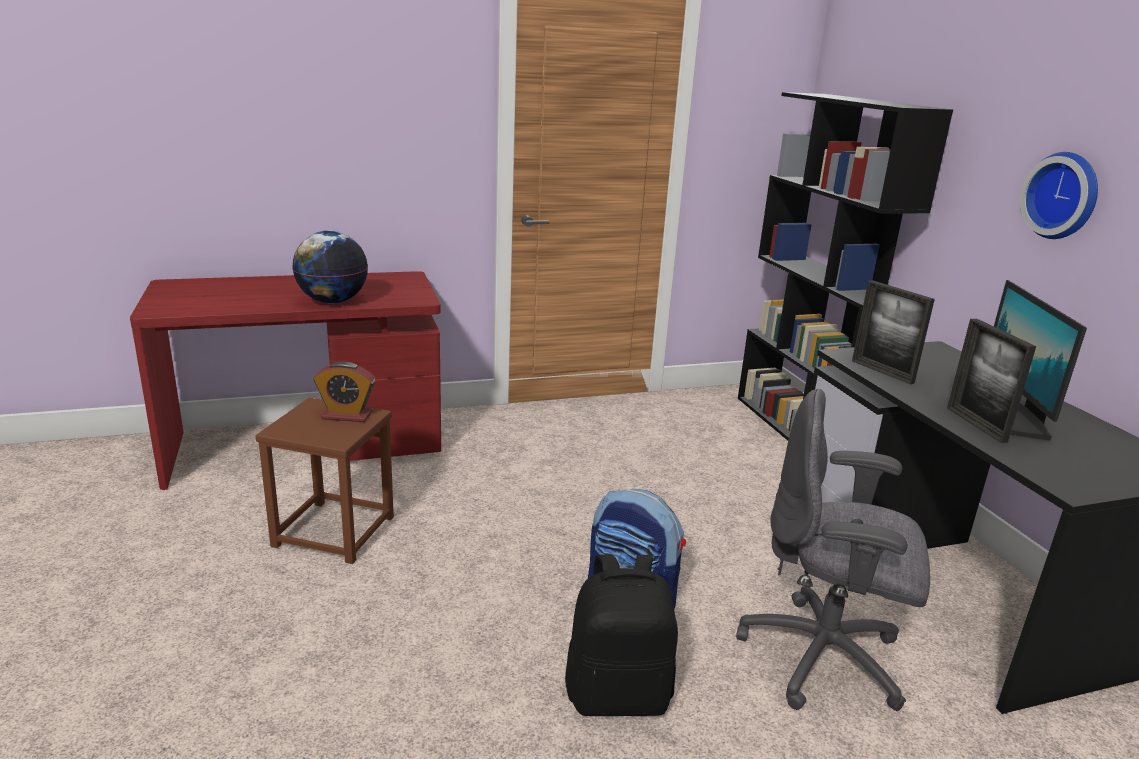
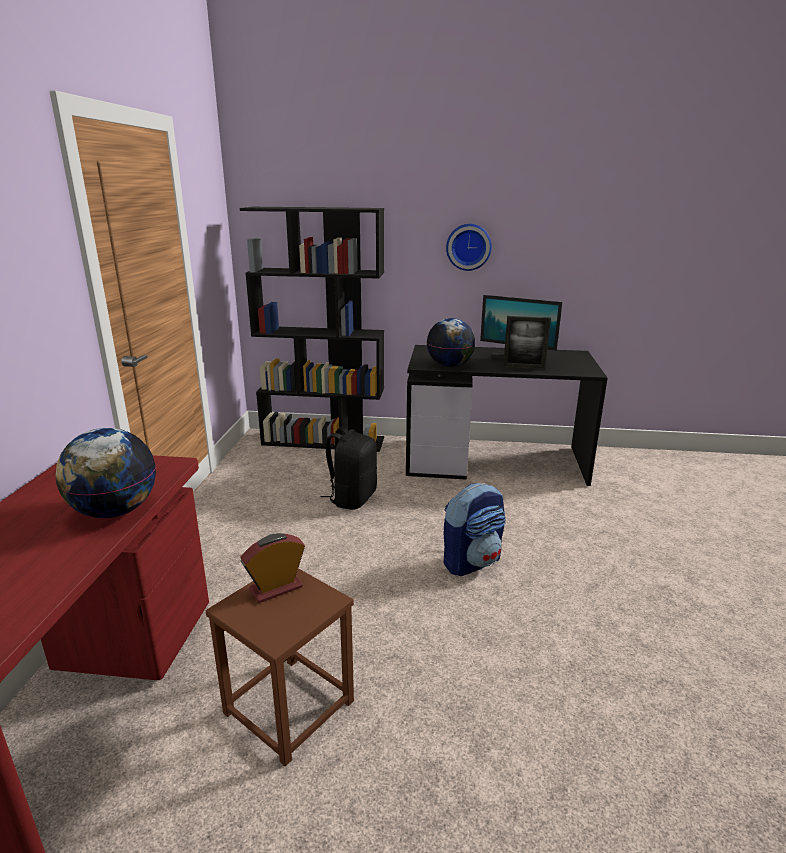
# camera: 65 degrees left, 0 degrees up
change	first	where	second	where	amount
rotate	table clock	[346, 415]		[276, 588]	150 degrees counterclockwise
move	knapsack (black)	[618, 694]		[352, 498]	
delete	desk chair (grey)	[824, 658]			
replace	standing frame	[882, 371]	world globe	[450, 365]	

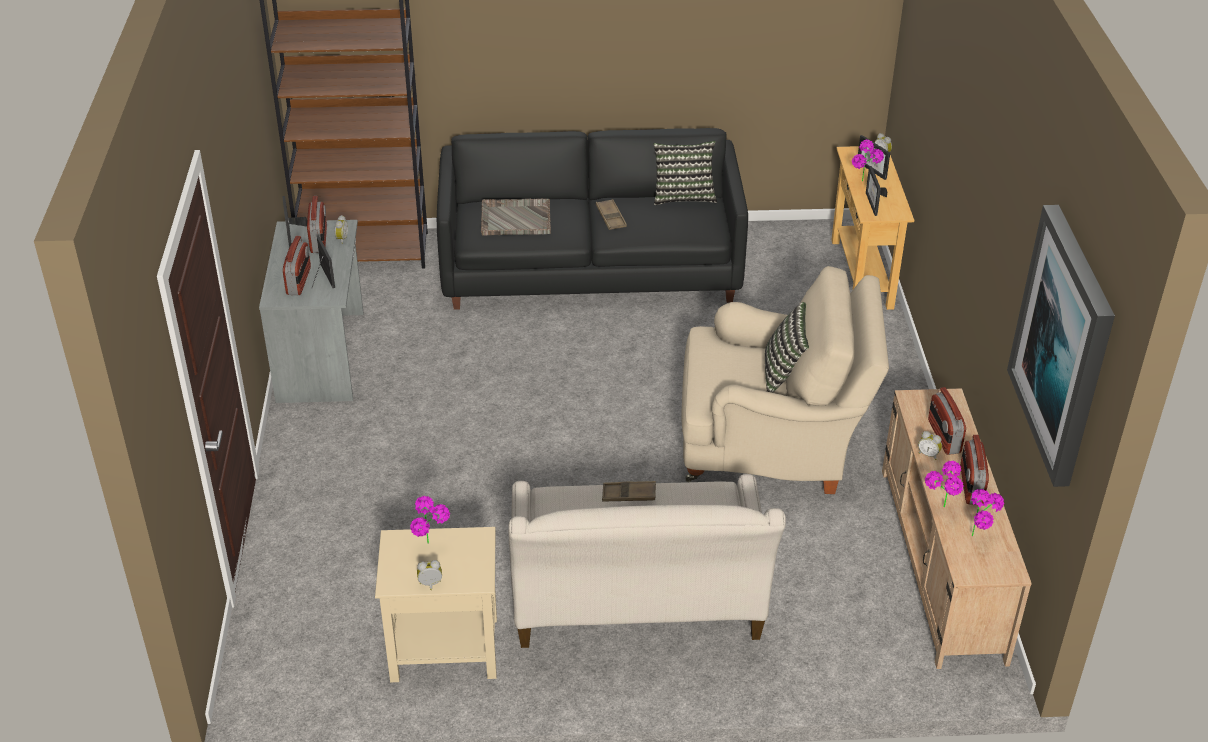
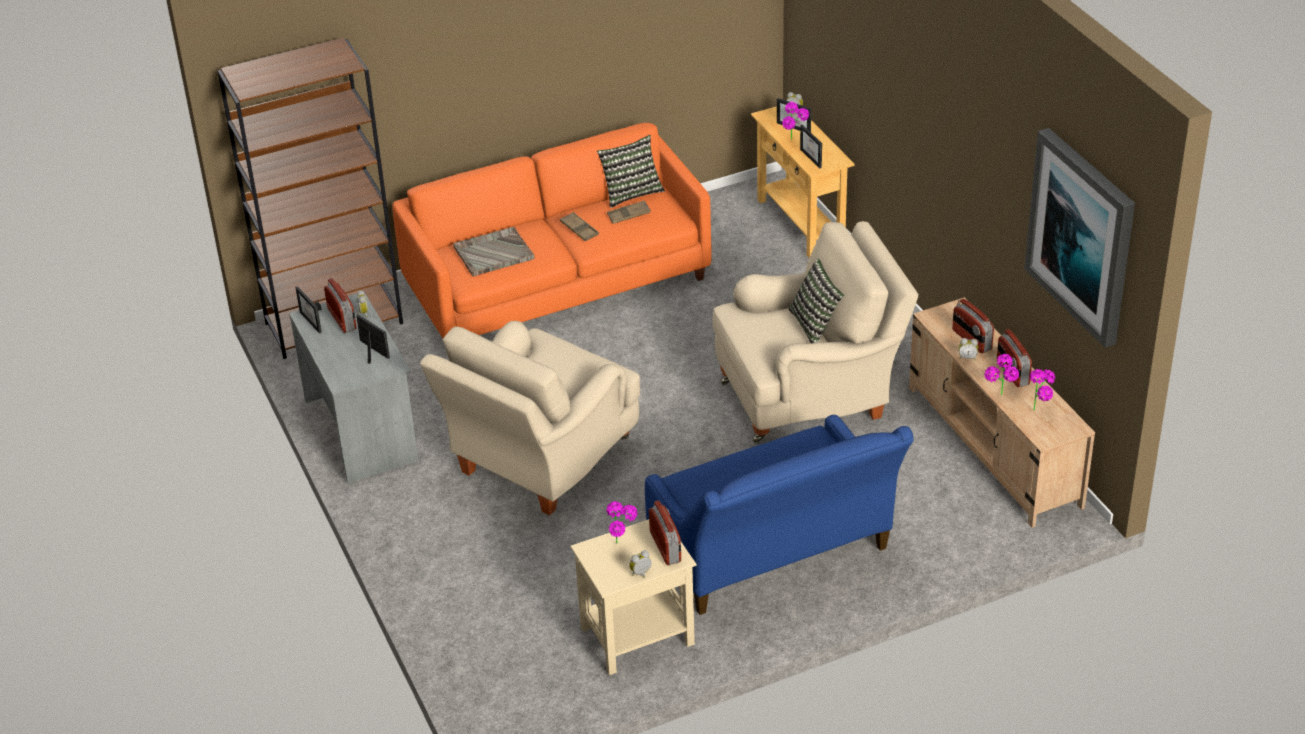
# camera: 20 degrees left, 0 degrees up
change	first	where	second	where	amount
move	radio set	[299, 281]		[666, 547]	
recolor	settee (black)	[591, 267]	settee (orange)	[558, 282]	
recolor	settee (beige)	[637, 608]	settee (blue)	[775, 555]	
move	carrying tray (brown-coloured)	[629, 495]		[629, 215]	
insert			lounge chair (beige)	[540, 462]	

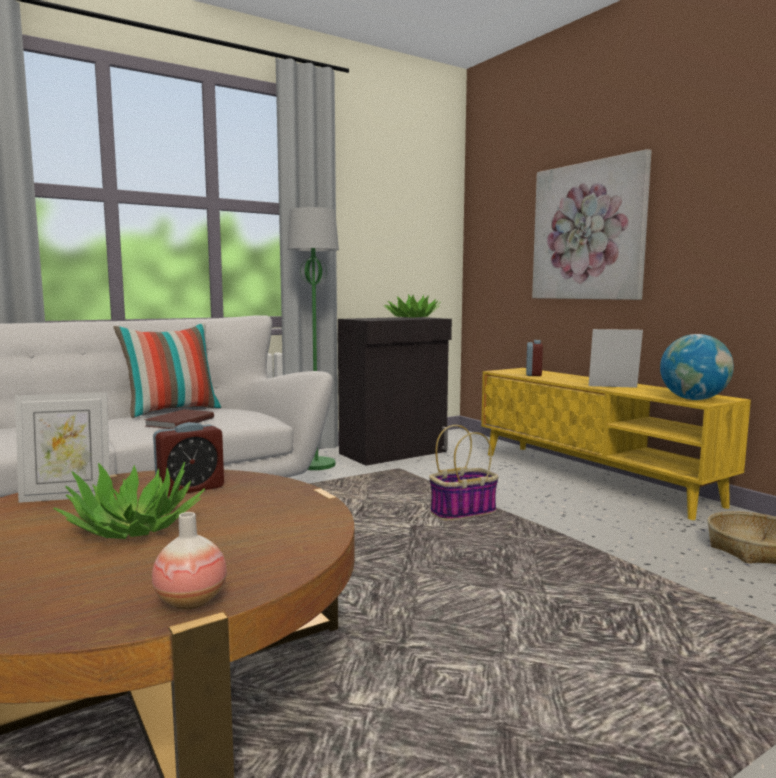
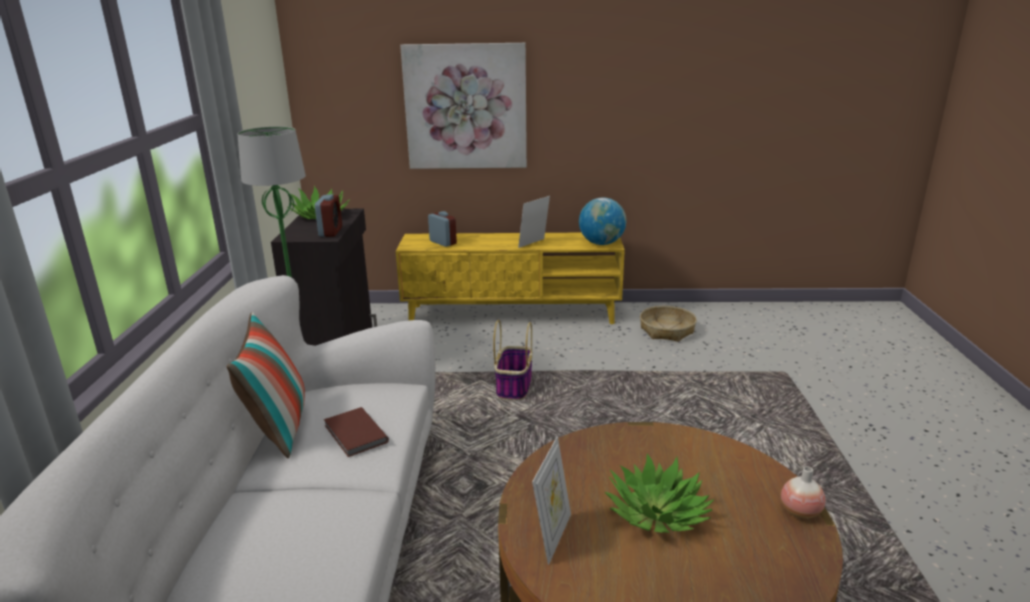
# camera: 55 degrees left, 15 degrees up
change	first	where	second	where	amount
move	table clock	[190, 488]		[330, 232]	

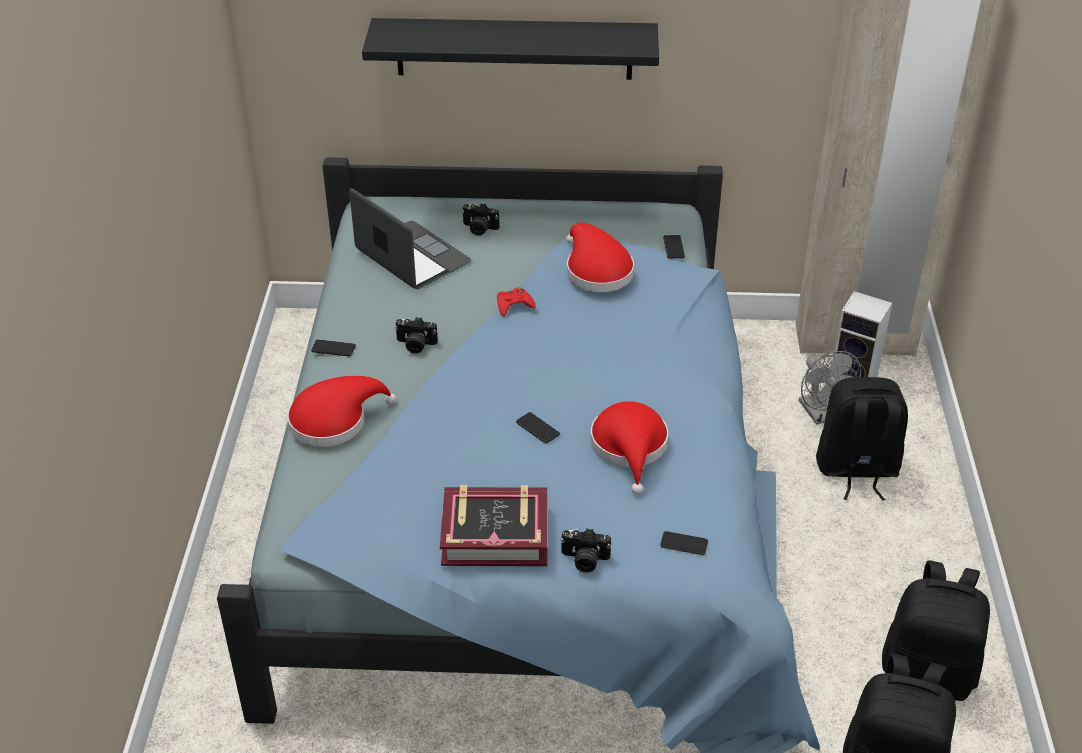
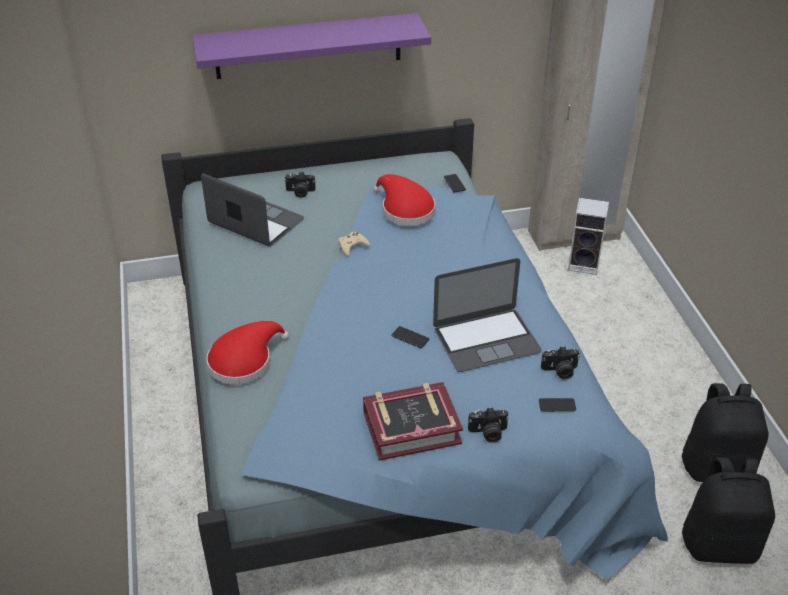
# camera: 15 degrees left, 0 degrees up
change	first	where	second	where	amount
delete	telephone	[333, 348]			
recolor	bracket shelf (black)	[514, 48]	bracket shelf (purple)	[308, 46]	
move	still camera	[415, 345]		[560, 371]	
recolor	game controller (reddish)	[513, 305]	game controller (beige)	[352, 246]	
replace	hat (reddish)	[630, 448]	portable computer	[486, 340]	
delete	electric fan (grey)	[821, 415]			
delete	knapsack (black)	[856, 470]			

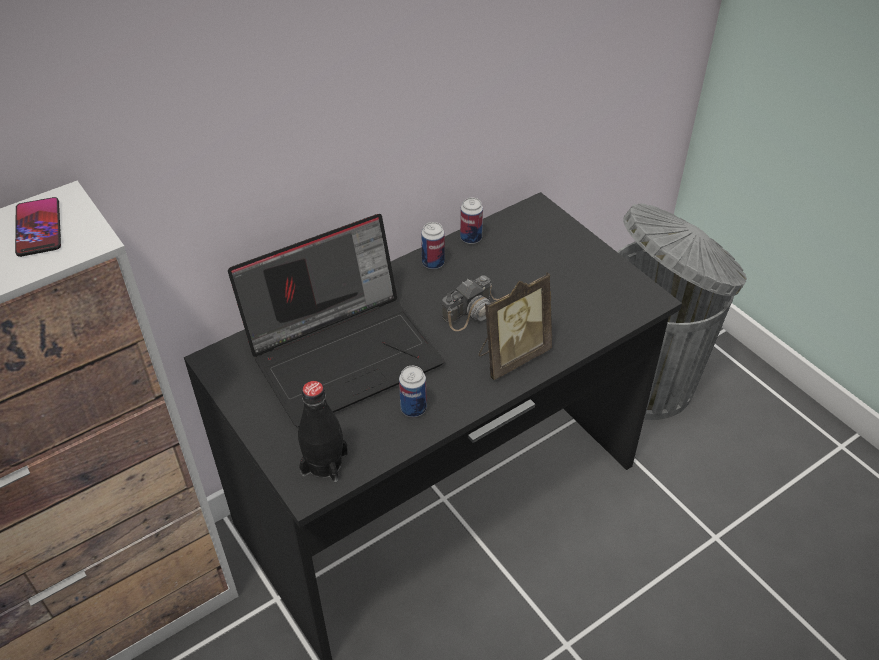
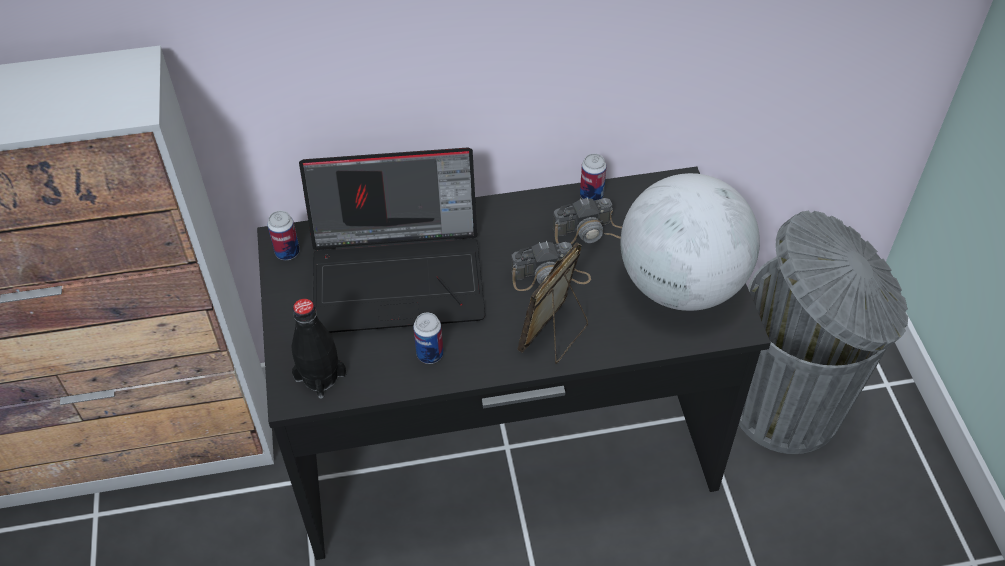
# camera: 25 degrees right, 5 degrees up
change	first	where	second	where	amount
delete	telephone	[38, 228]			
move	can	[433, 263]		[287, 252]	
rotate	standing frame	[511, 356]		[555, 335]	135 degrees clockwise
insert			still camera	[590, 232]	
insert			world globe	[680, 285]	

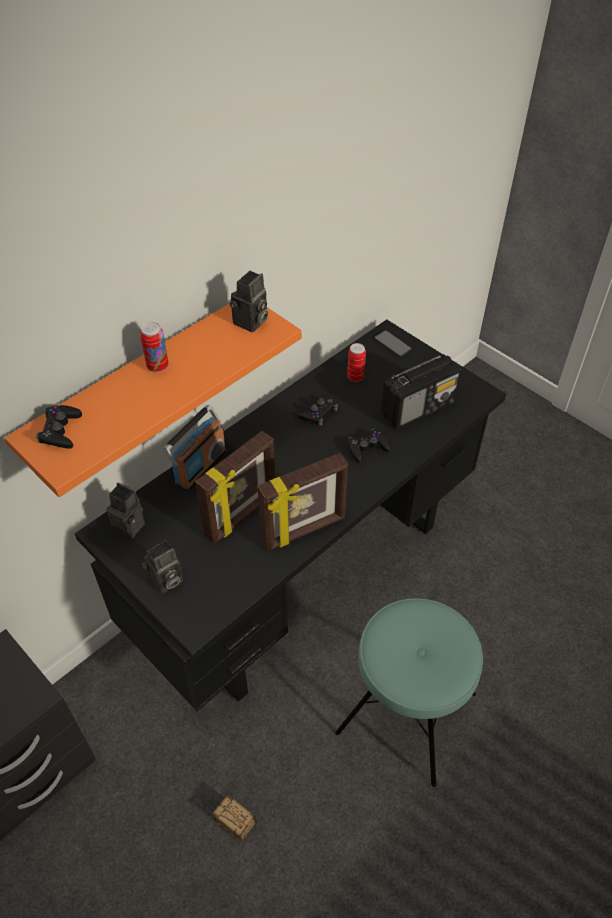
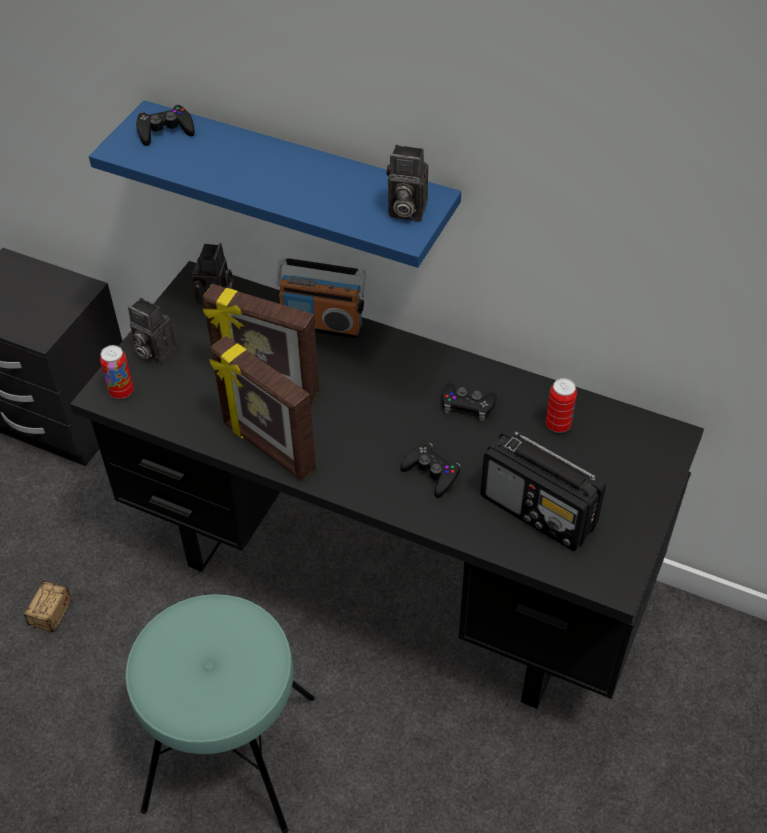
# camera: 70 degrees right, 0 degrees up
change	first	where	second	where	amount
recolor	bracket shelf (orange)	[141, 387]	bracket shelf (blue)	[299, 181]	
move	can	[157, 366]		[121, 391]	
delete	telephone	[392, 344]			

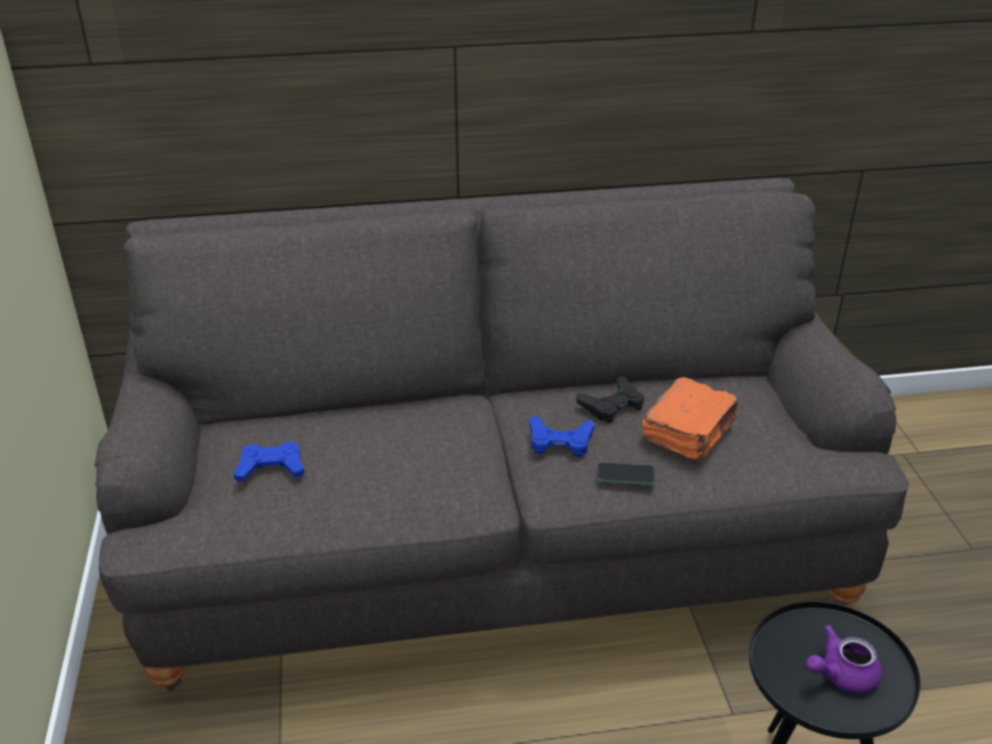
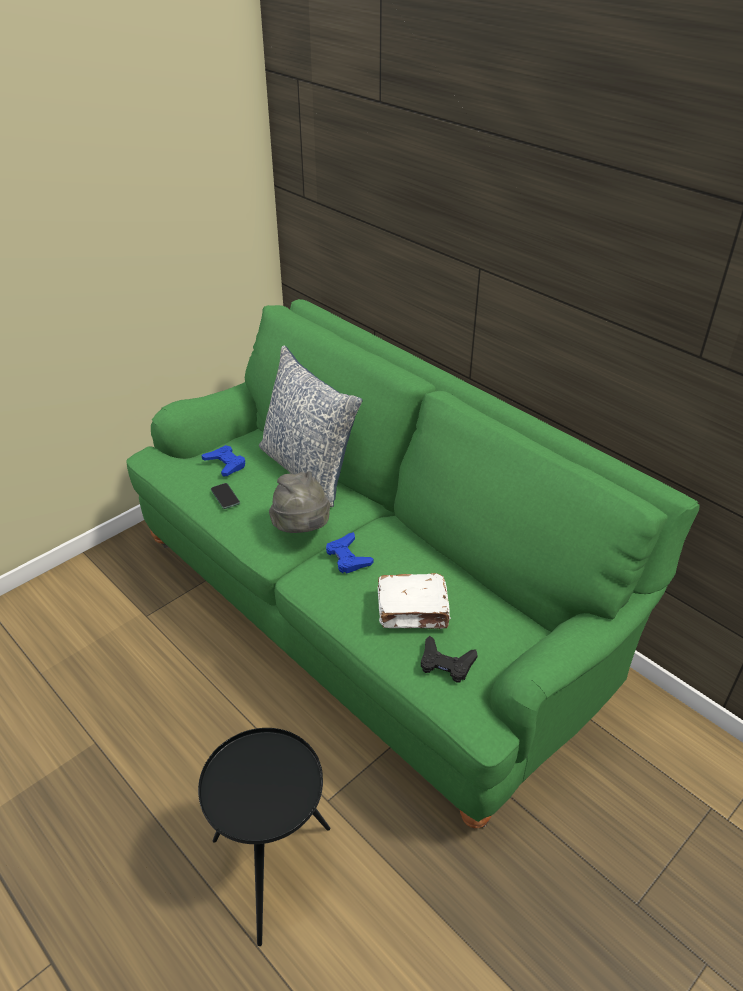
# camera: 55 degrees right, 5 degrees up
change	first	where	second	where	amount
recolor	settee (grey)	[495, 544]	settee (green-coloured)	[372, 612]	
move	game controller (black)	[612, 405]		[446, 663]	
move	telephone	[626, 475]		[225, 496]	
recolor	volume (orange)	[689, 432]	volume (white)	[413, 611]	
delete	pot for tea (purple)	[841, 675]			
insert			pillow	[309, 469]	
insert			hat (grey)	[302, 529]	

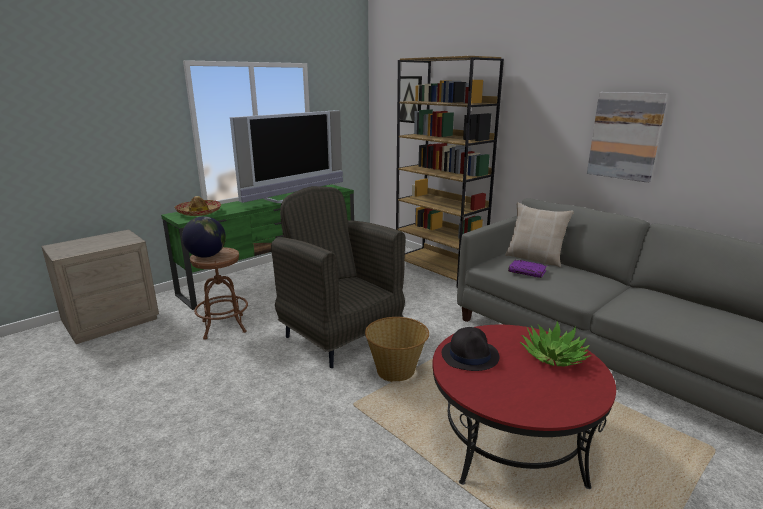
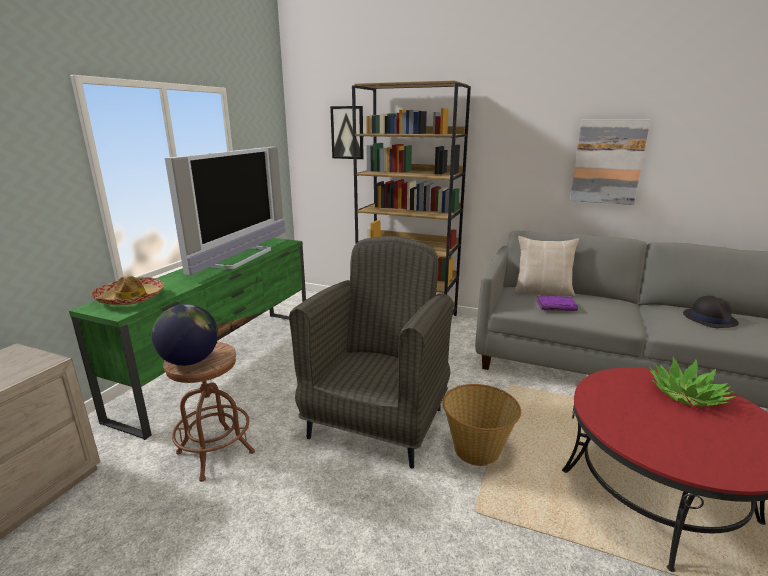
# camera: 25 degrees left, 0 degrees up
change	first	where	second	where	amount
rotate	lounge chair (grey)	[341, 335]		[377, 421]	90 degrees clockwise
move	hat (black)	[470, 355]		[709, 318]	

